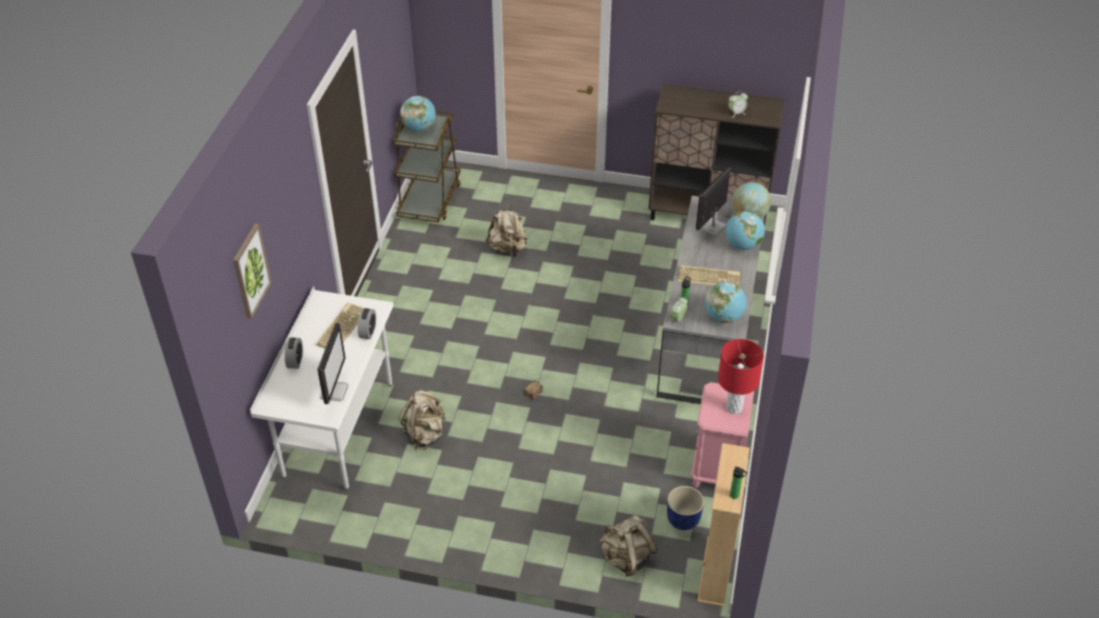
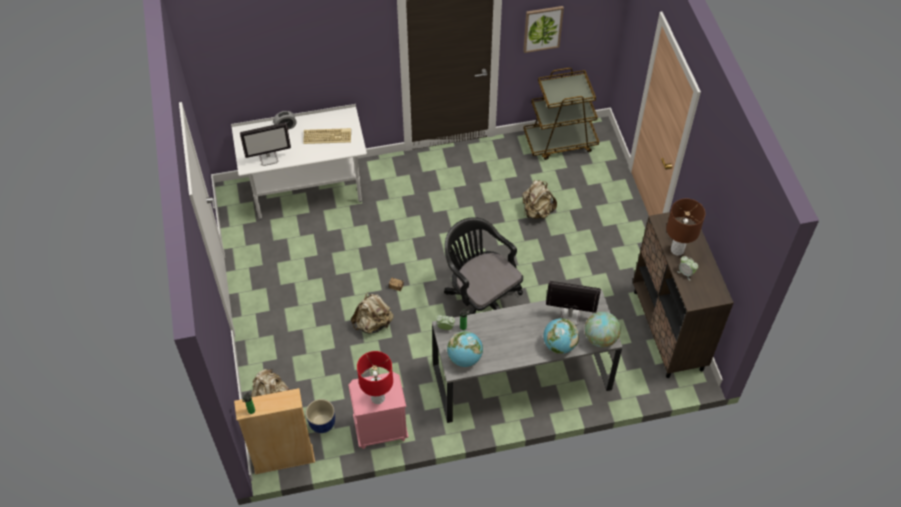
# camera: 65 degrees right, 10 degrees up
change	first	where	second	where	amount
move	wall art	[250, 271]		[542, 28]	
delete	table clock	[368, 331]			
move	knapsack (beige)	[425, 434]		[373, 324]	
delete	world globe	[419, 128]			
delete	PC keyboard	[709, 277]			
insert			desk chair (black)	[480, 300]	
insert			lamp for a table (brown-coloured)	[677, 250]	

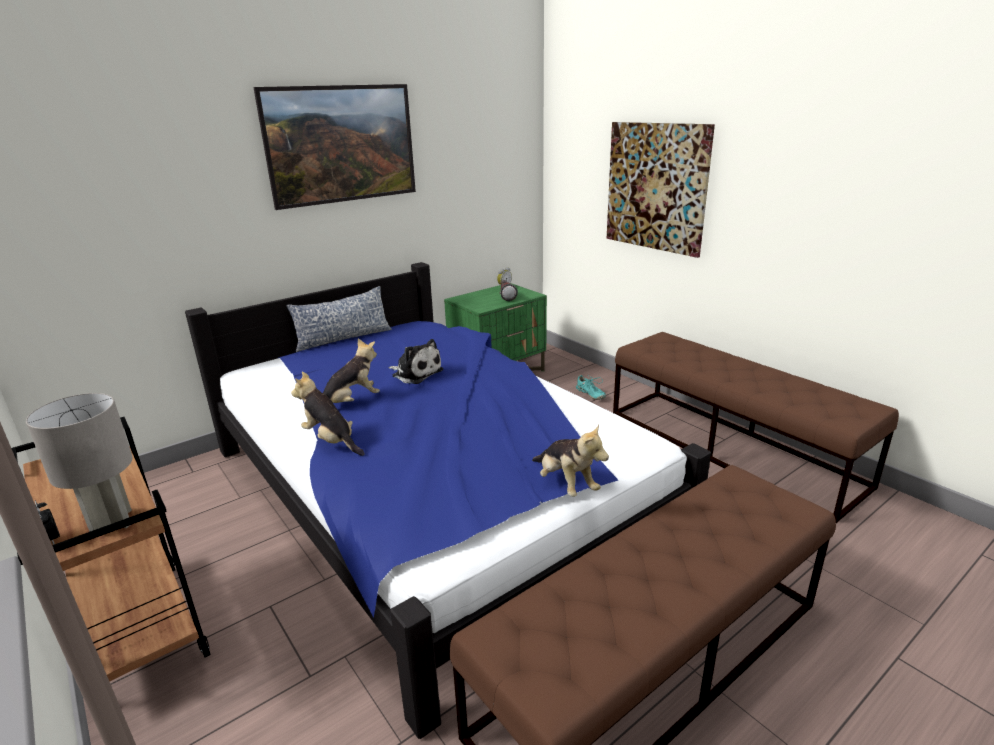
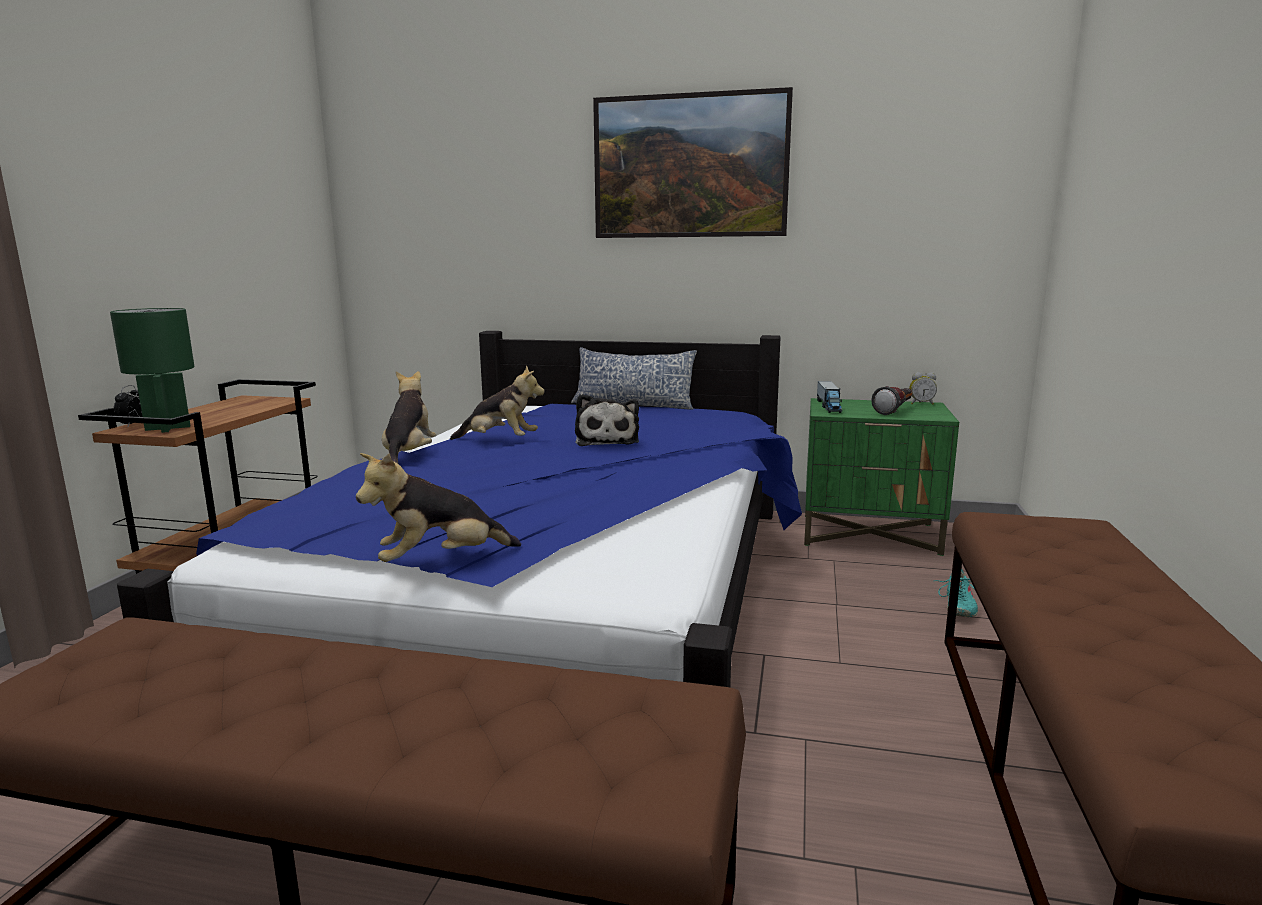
# camera: 50 degrees right, 10 degrees down
change	first	where	second	where	amount
recolor	lamp for a table (grey)	[112, 522]	lamp for a table (green-coloured)	[168, 428]	
rotate	plush toy	[566, 484]		[440, 561]	45 degrees clockwise
delete	wall art	[656, 187]			
insert			toy lorry	[829, 406]	

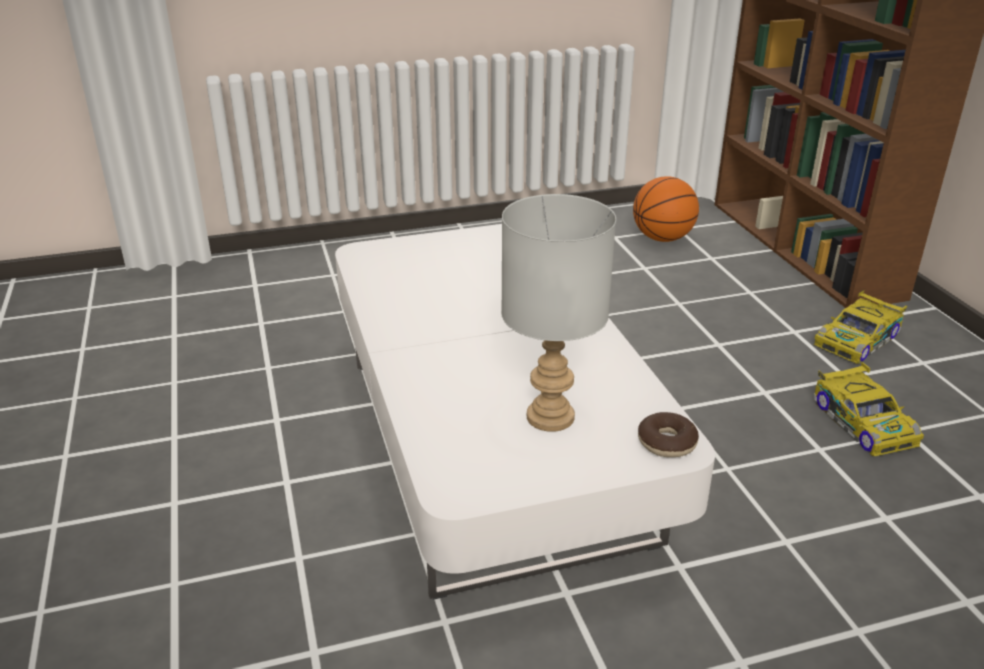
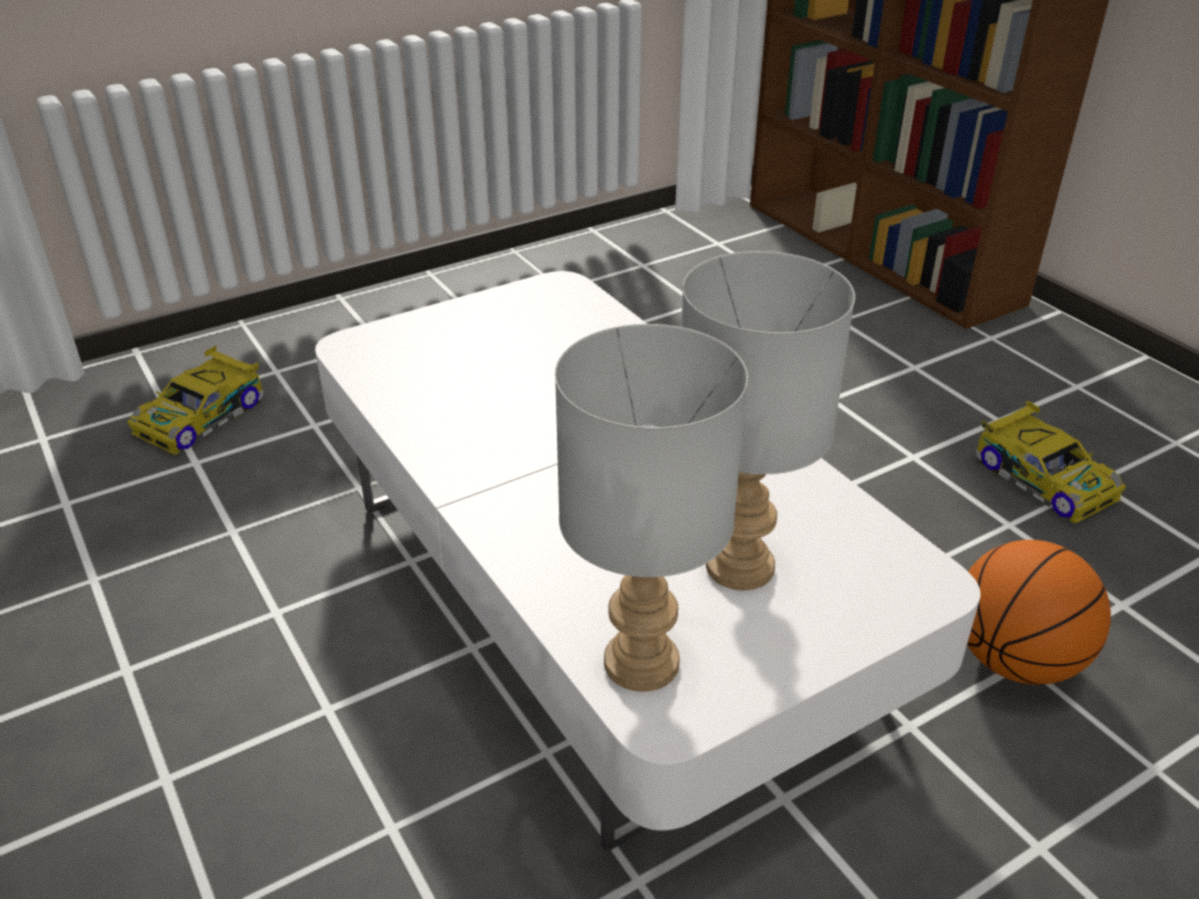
# camera: 15 degrees left, 5 degrees up
change	first	where	second	where	amount
move	basketball	[662, 238]		[1016, 660]	
delete	ring doughnut	[666, 443]			
move	miniature car	[858, 339]		[203, 416]	
insert			lamp for a table (grey)	[645, 663]	

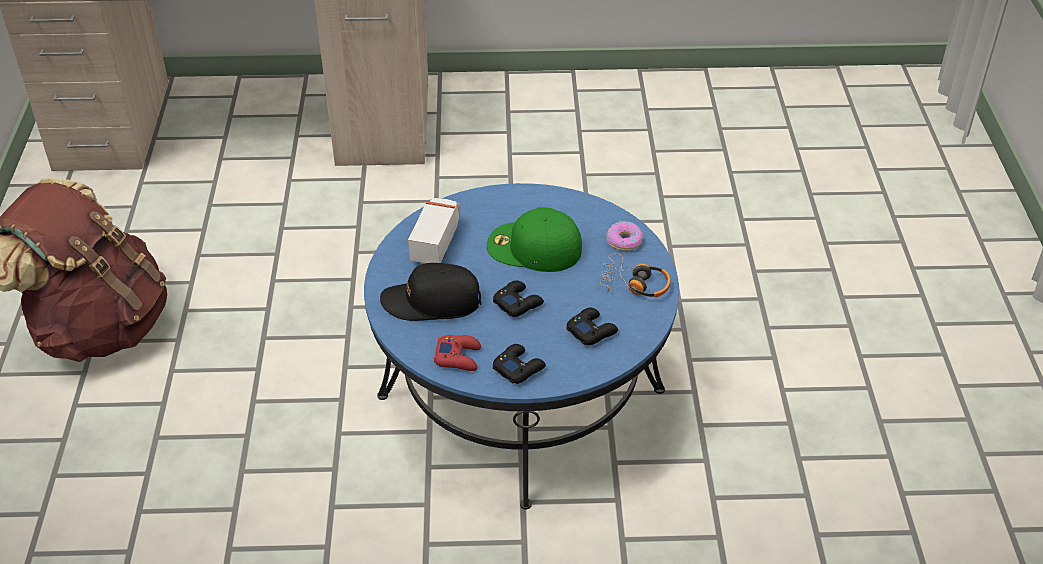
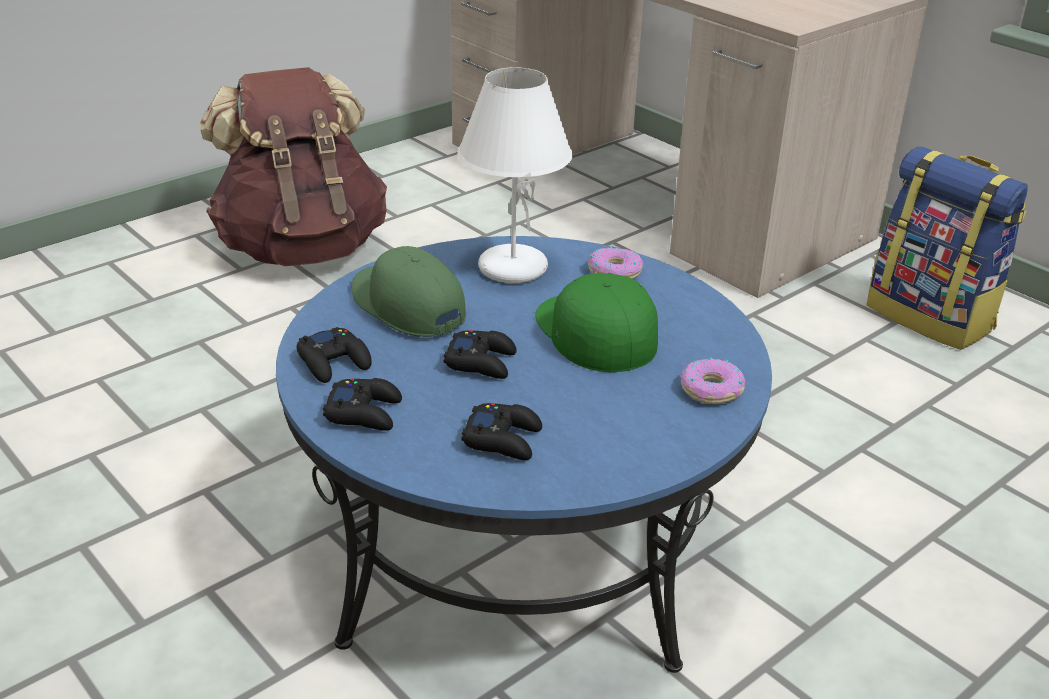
# camera: 50 degrees right, 10 degrees down
change	first	where	second	where	amount
recolor	baseball cap (black)	[431, 302]	baseball cap (green-coloured)	[407, 306]	
replace	toy lorry	[436, 241]	lamp for a table (white)	[511, 267]	
recolor	game controller (reddish)	[458, 357]	game controller (black)	[334, 362]	
delete	headset	[634, 284]			
insert			ring doughnut	[614, 272]	
insert			knapsack	[931, 317]	

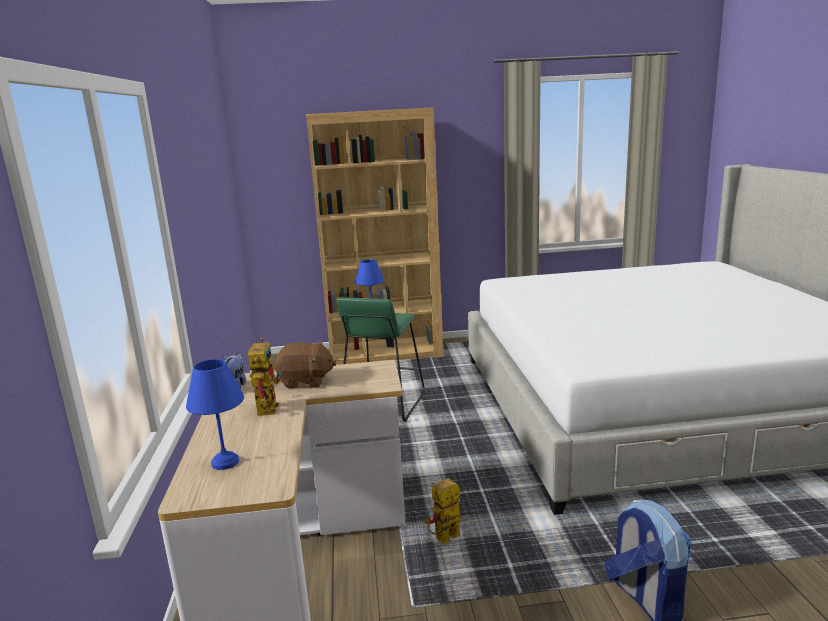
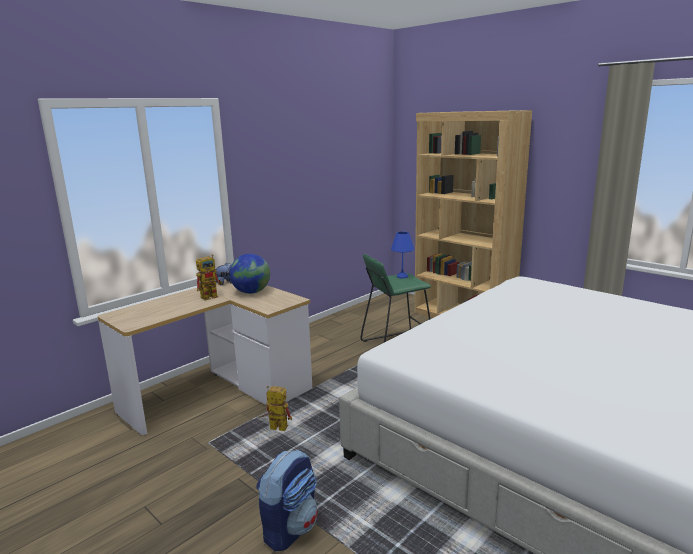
# camera: 50 degrees right, 0 degrees up
change	first	where	second	where	amount
delete	lamp for a table (blue)	[226, 461]			
replace	plush toy (brown-coloured)	[306, 381]	world globe	[251, 292]	

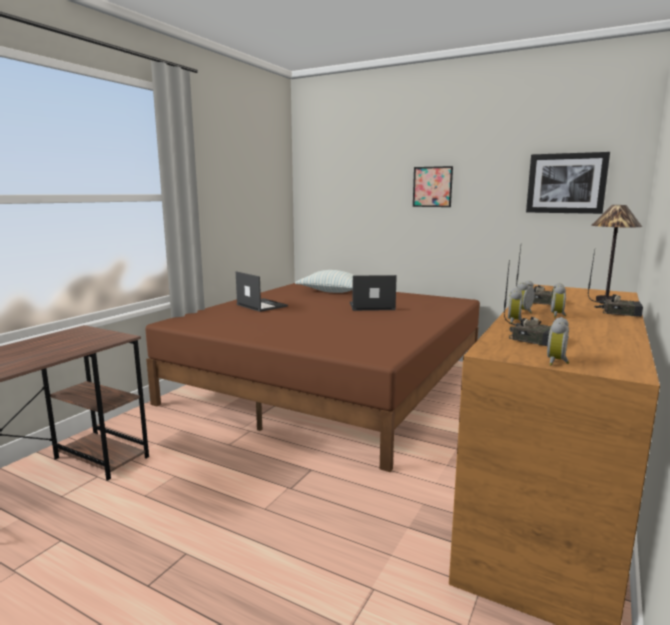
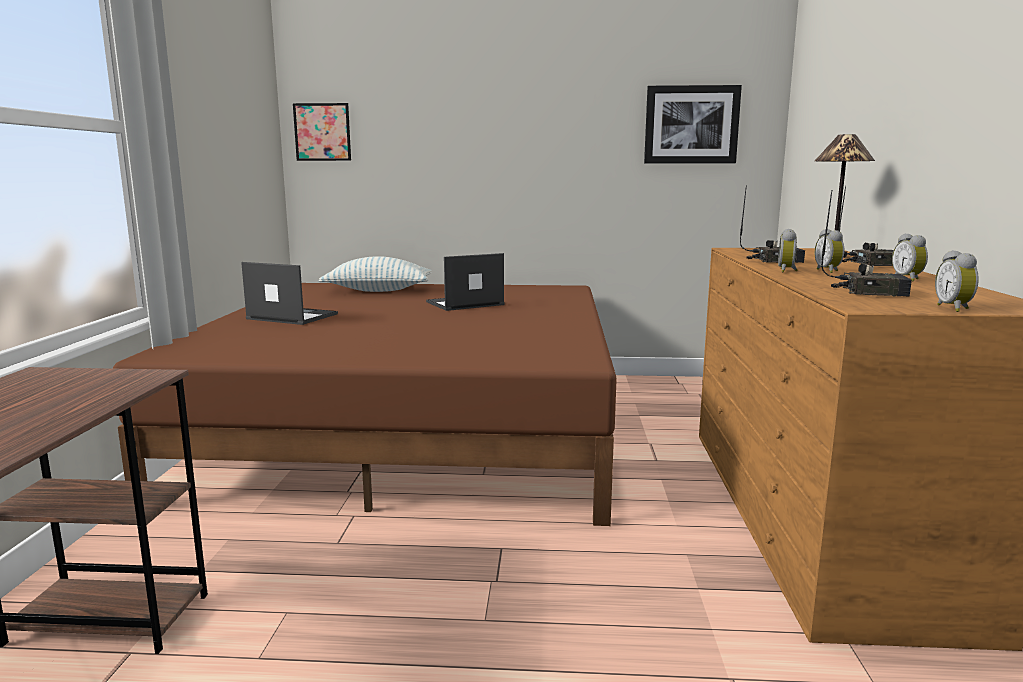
# camera: 25 degrees left, 0 degrees up
change	first	where	second	where	amount
move	wall art	[432, 187]		[322, 132]	
move	table clock	[515, 322]		[908, 279]	

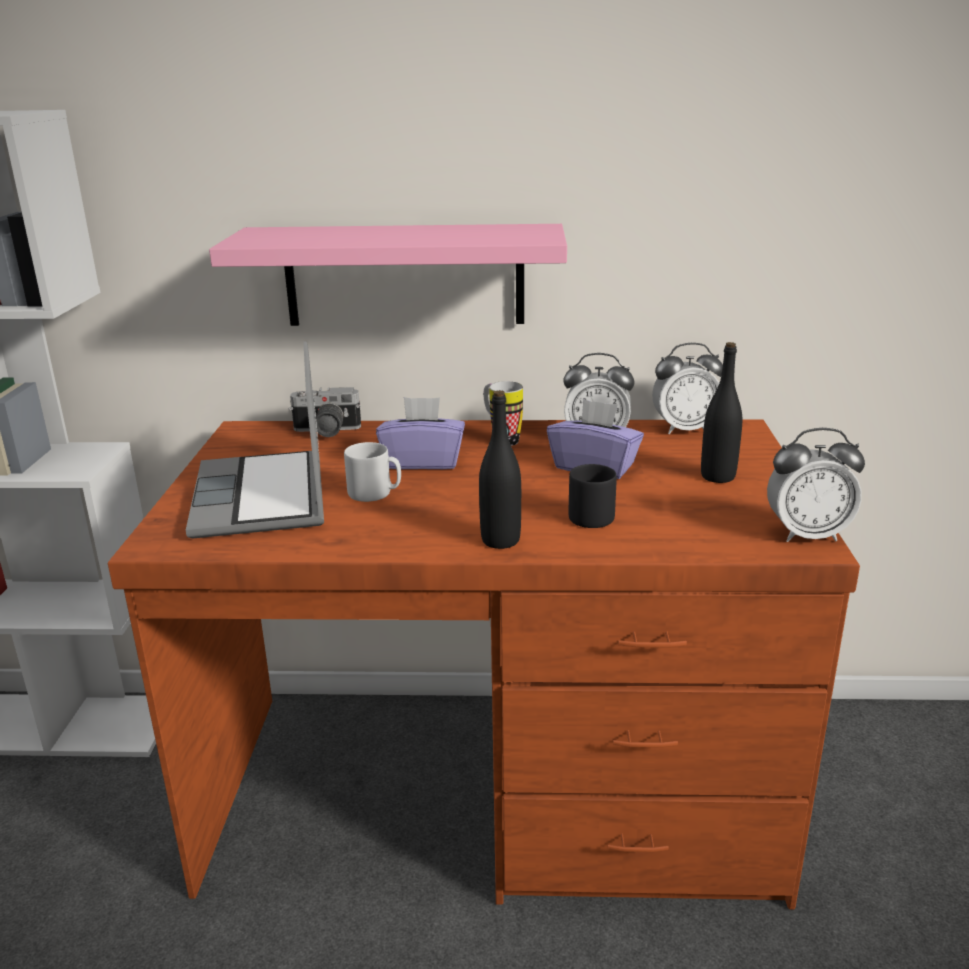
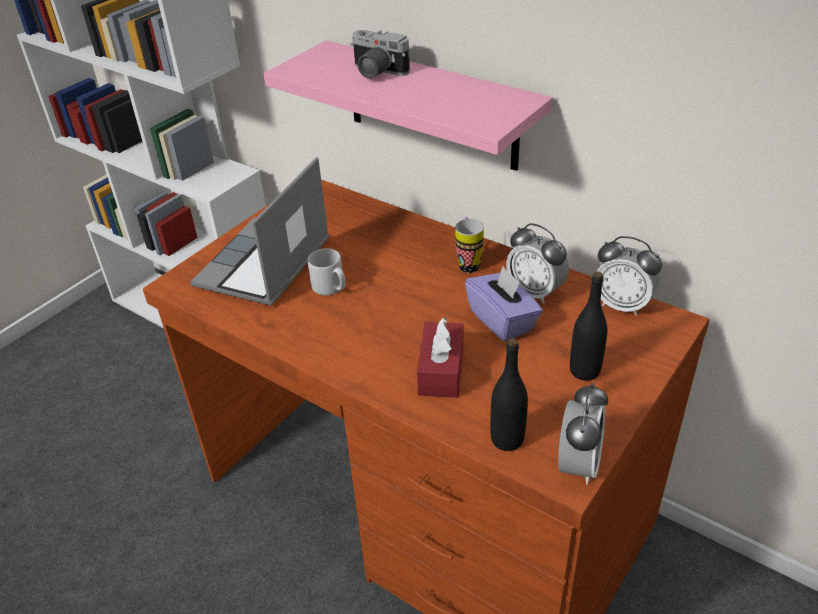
# camera: 35 degrees right, 15 degrees up
change	first	where	second	where	amount
move	still camera	[326, 432]		[375, 72]	
delete	tissue holder (purple)	[423, 461]			
move	beverage bottle (black)	[500, 540]		[507, 439]	
replace	tea mug (black)	[587, 516]	tissue holder (reddish)	[441, 370]	
rotate	table clock	[807, 535]		[578, 465]	105 degrees counterclockwise

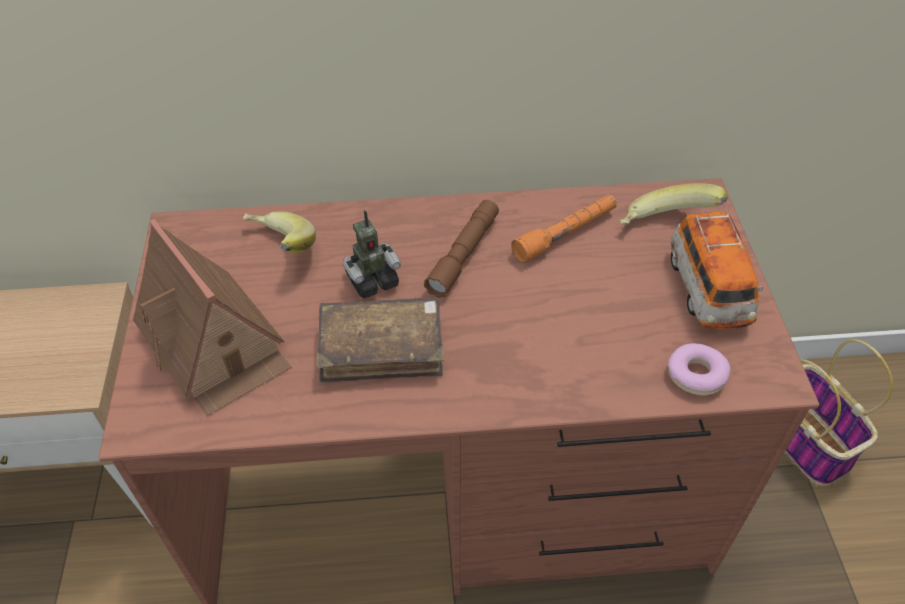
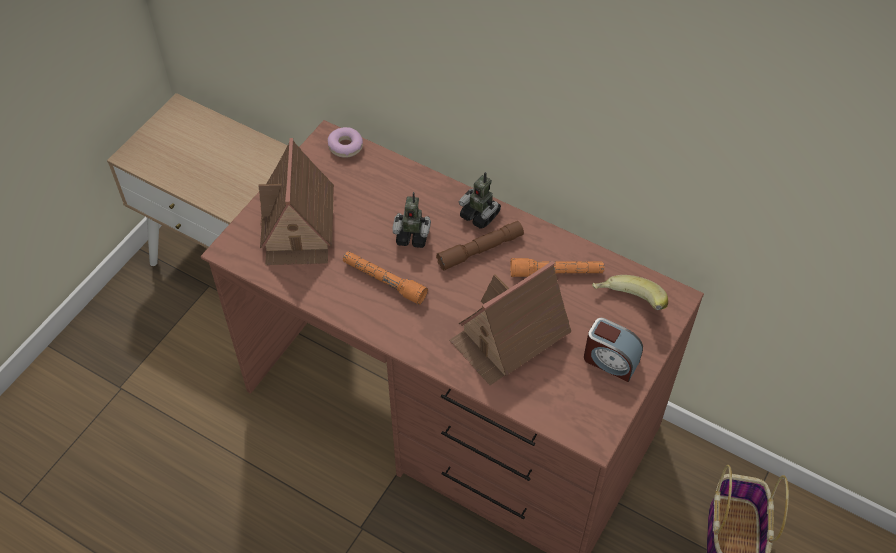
# camera: 35 degrees right, 5 degrees up
change	first	where	second	where	amount
delete	banana fruit	[279, 249]			
replace	volume (brown-coloured)	[381, 348]	torch (orange)	[383, 281]	
move	ring doughnut	[696, 375]		[345, 146]	
replace	miniature car	[707, 290]	table clock	[610, 360]	
insert			model house	[509, 336]	
insert			toy robot	[480, 215]	

